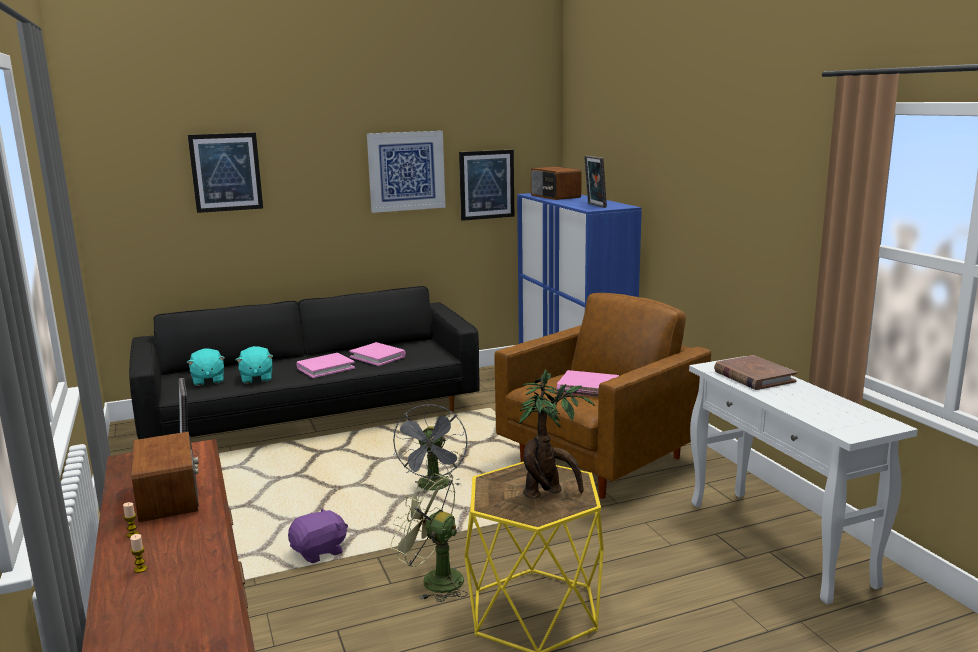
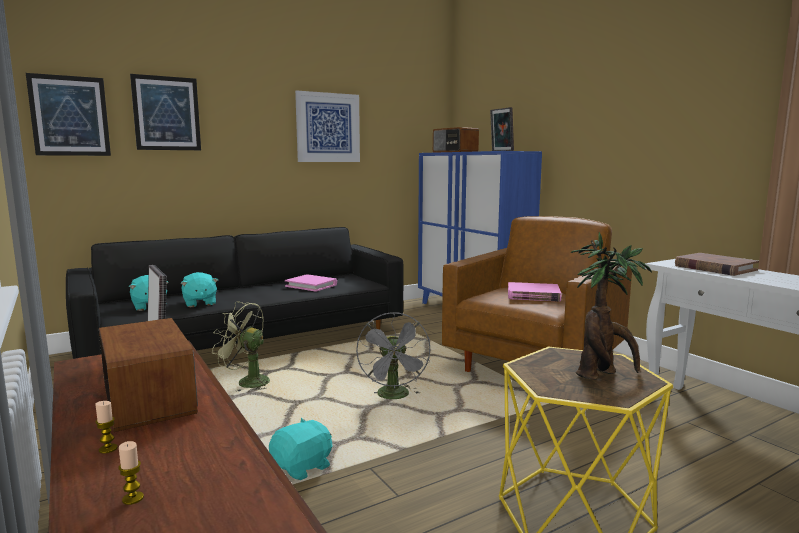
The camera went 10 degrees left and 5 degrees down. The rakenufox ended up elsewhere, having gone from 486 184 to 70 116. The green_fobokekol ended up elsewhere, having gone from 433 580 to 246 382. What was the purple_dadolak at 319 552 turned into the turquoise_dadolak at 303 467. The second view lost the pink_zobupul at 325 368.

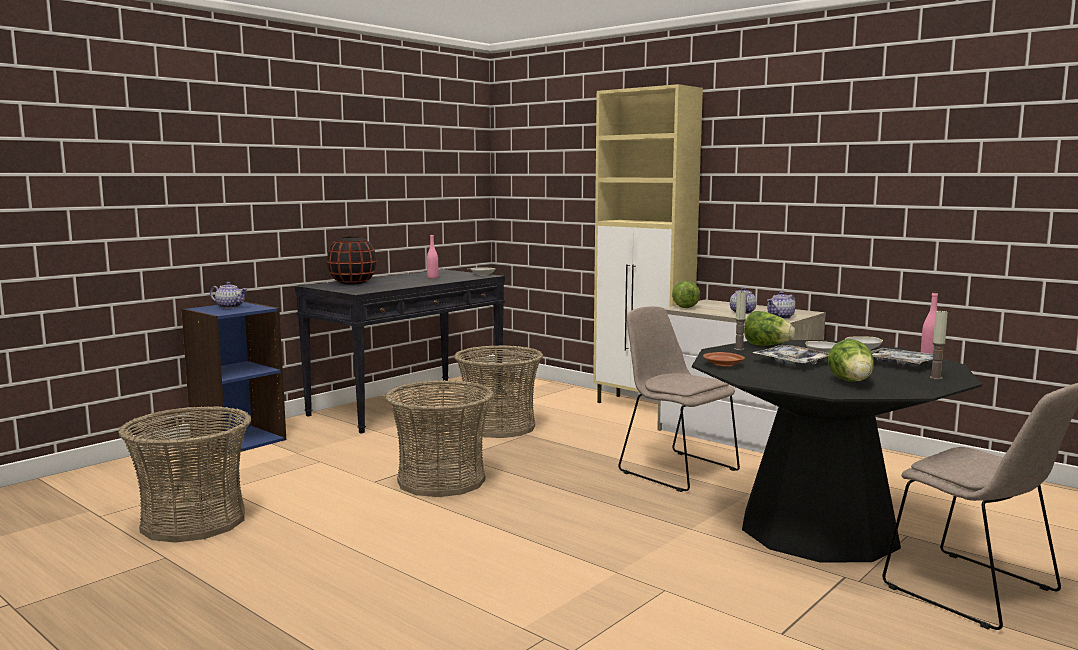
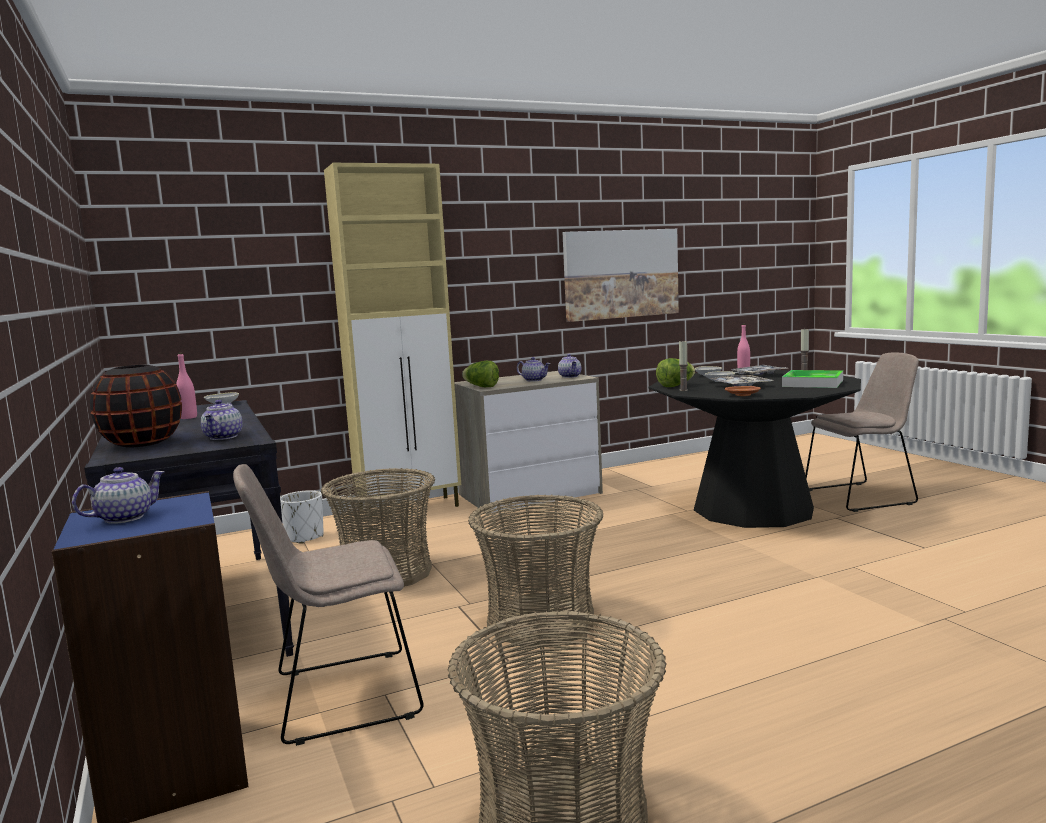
The camera went 65 degrees left and 0 degrees up. The second view gained the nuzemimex at 224 437. The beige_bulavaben ended up elsewhere, having gone from 675 470 to 340 697. The second view gained the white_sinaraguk at 305 537. The second view gained the rakenufox at 621 274. Where the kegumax stood at 852 382, the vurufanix came to stand at 812 383.

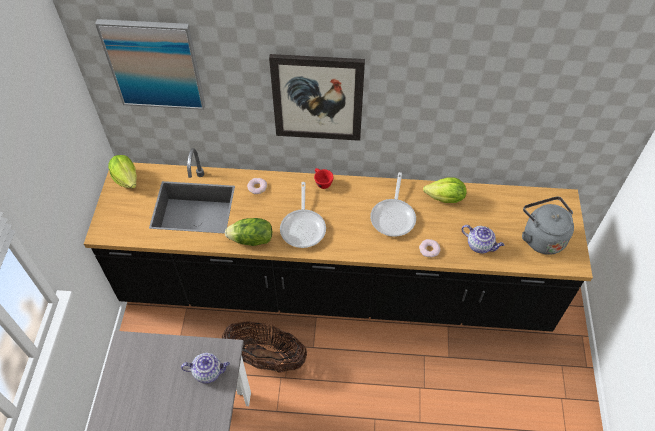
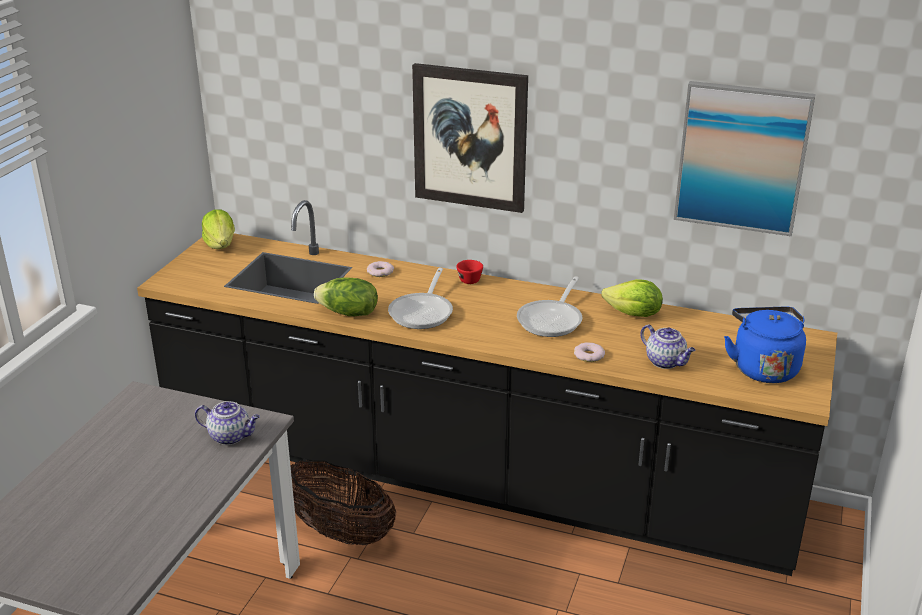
The camera went 15 degrees right and 25 degrees down. The rakenufox ended up elsewhere, having gone from 154 64 to 741 158. What was the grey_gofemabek at 541 237 turned into the blue_gofemabek at 763 367.

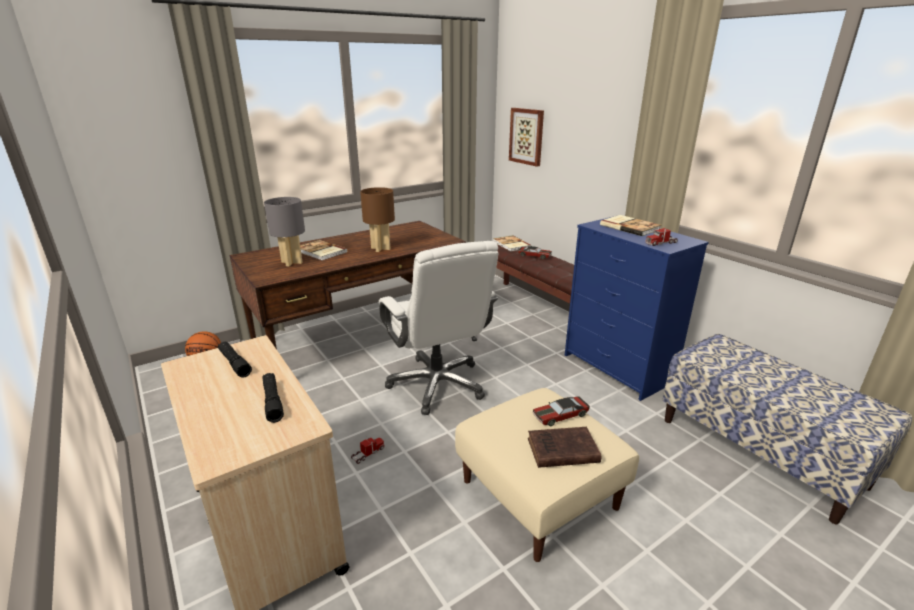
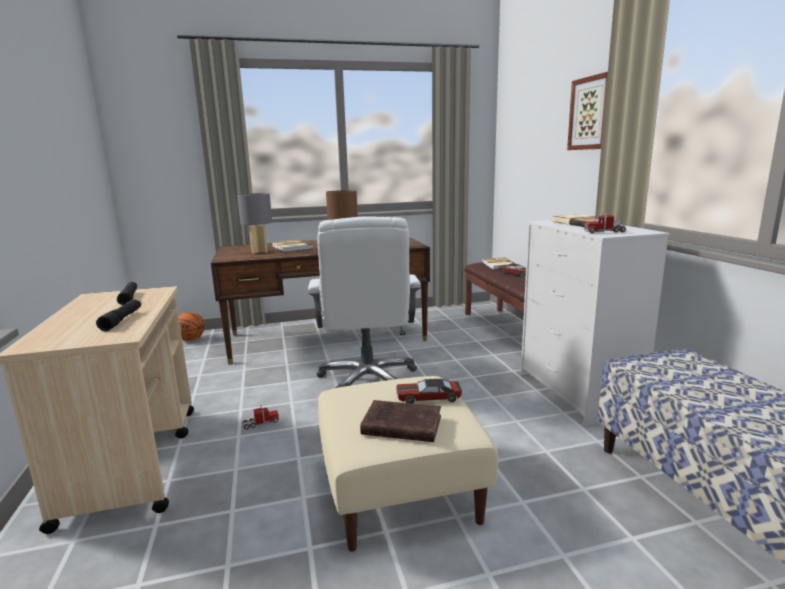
The camera went 20 degrees right and 10 degrees down. What was the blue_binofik at 618 368 turned into the white_binofik at 578 393. The rakenufox ended up elsewhere, having gone from 527 136 to 591 113.

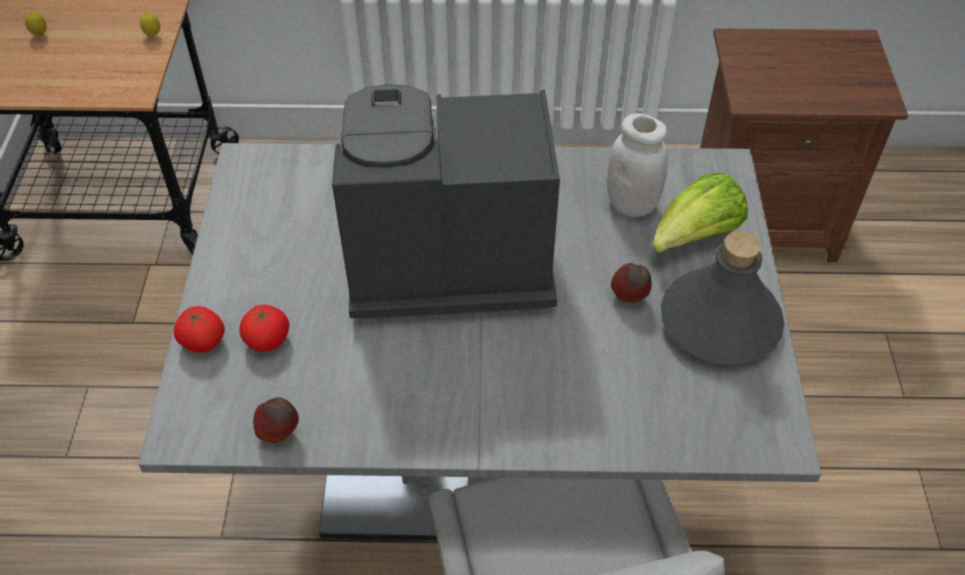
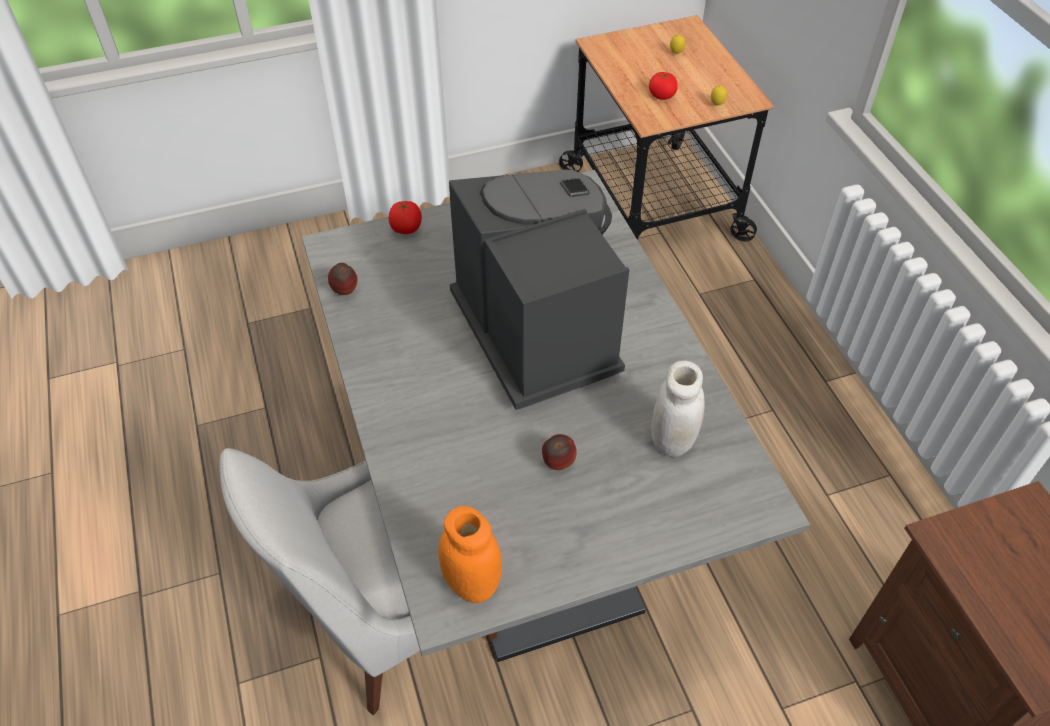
The camera went 70 degrees right and 0 degrees up. The second view gained the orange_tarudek at 472 583. The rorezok ended up elsewhere, having gone from 267 340 to 661 95. The second view lost the kegumax at 695 237. The second view lost the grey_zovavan at 720 323.

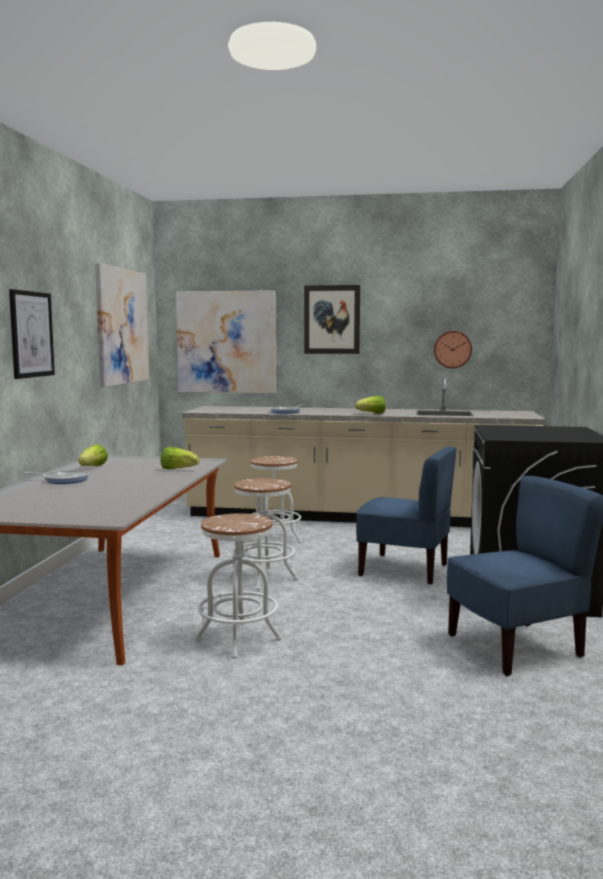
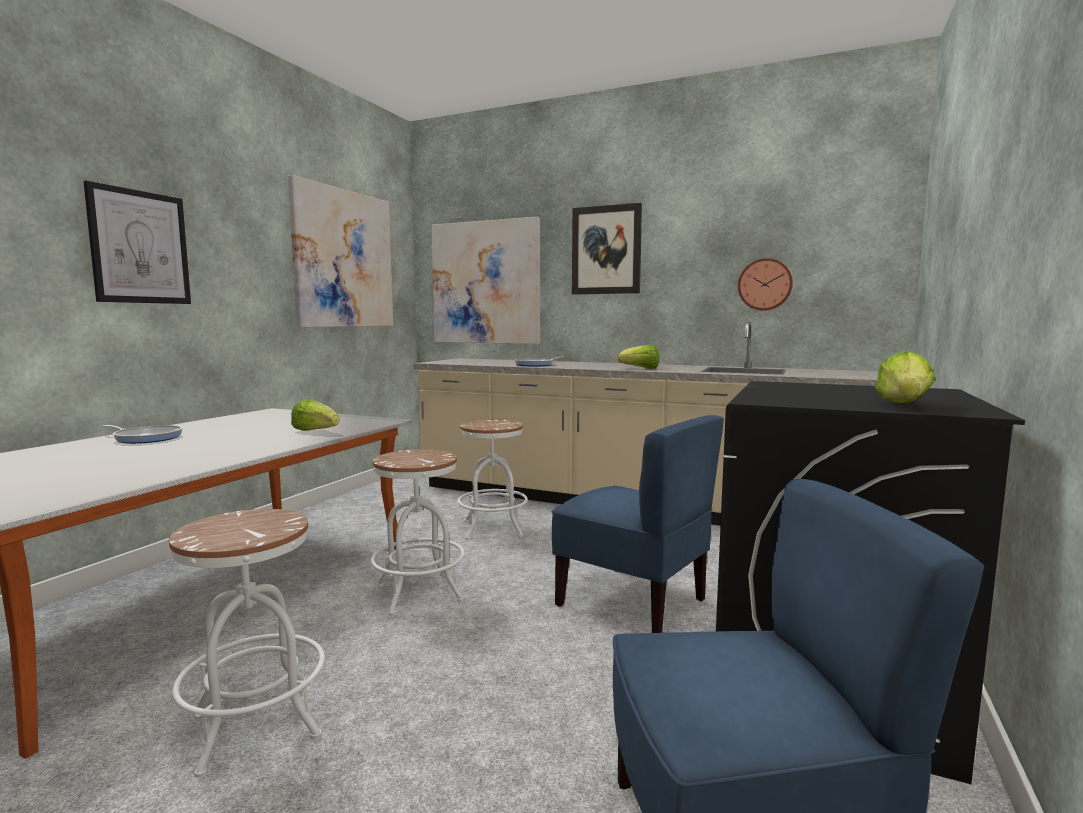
The camera went 15 degrees right and 0 degrees up. The kegumax ended up elsewhere, having gone from 93 467 to 903 405.

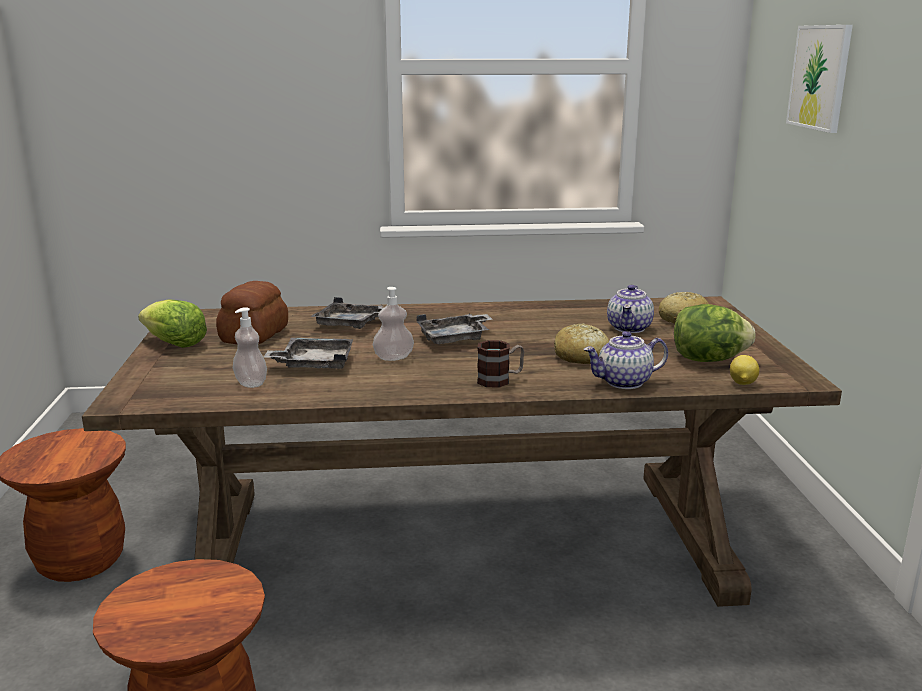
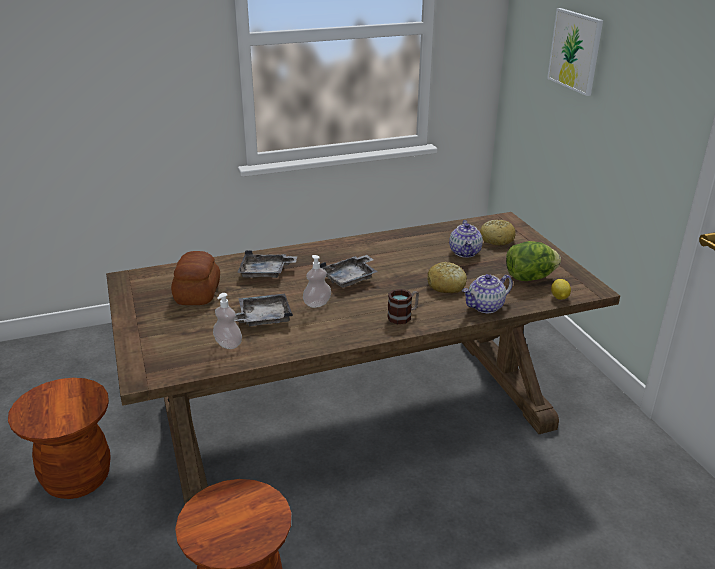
The camera went 15 degrees left and 10 degrees up. The second view lost the kegumax at 175 344.

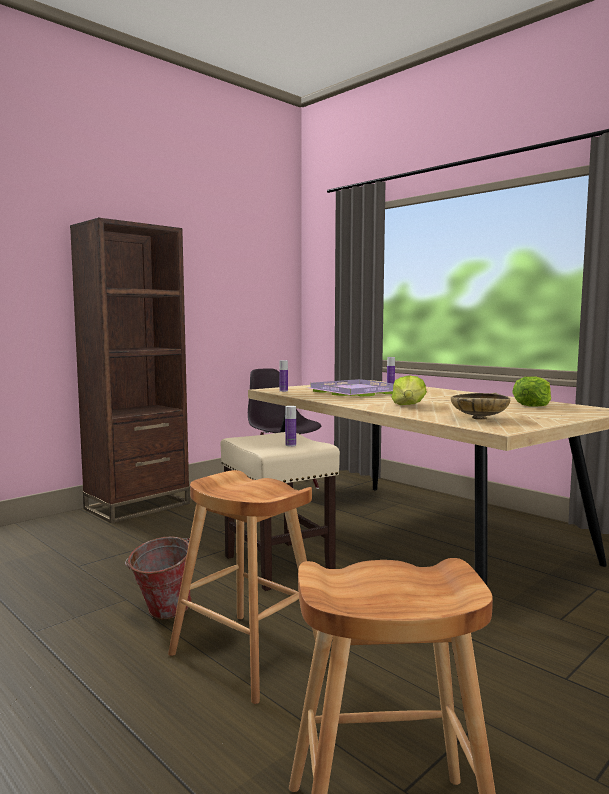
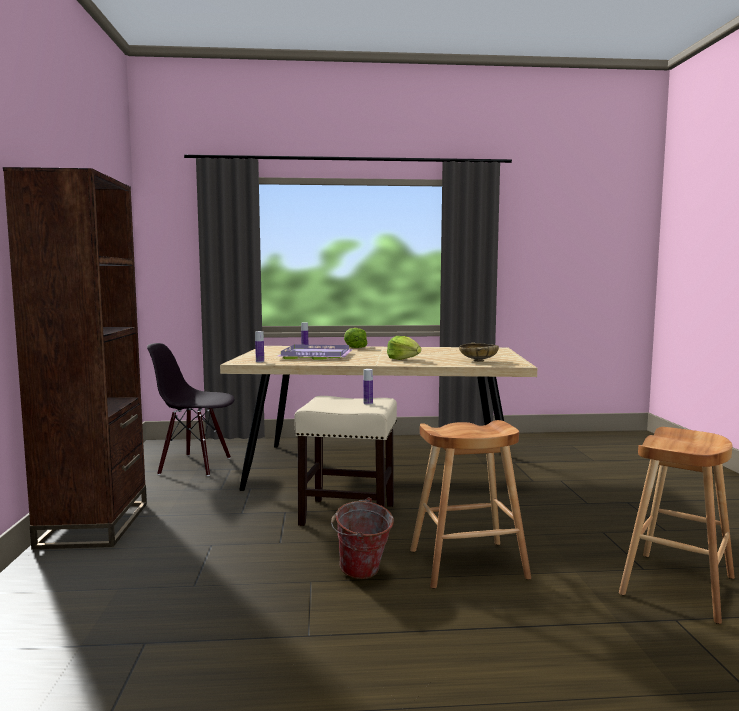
The camera went 50 degrees left and 0 degrees up. The kegumax ended up elsewhere, having gone from 532 405 to 354 347.

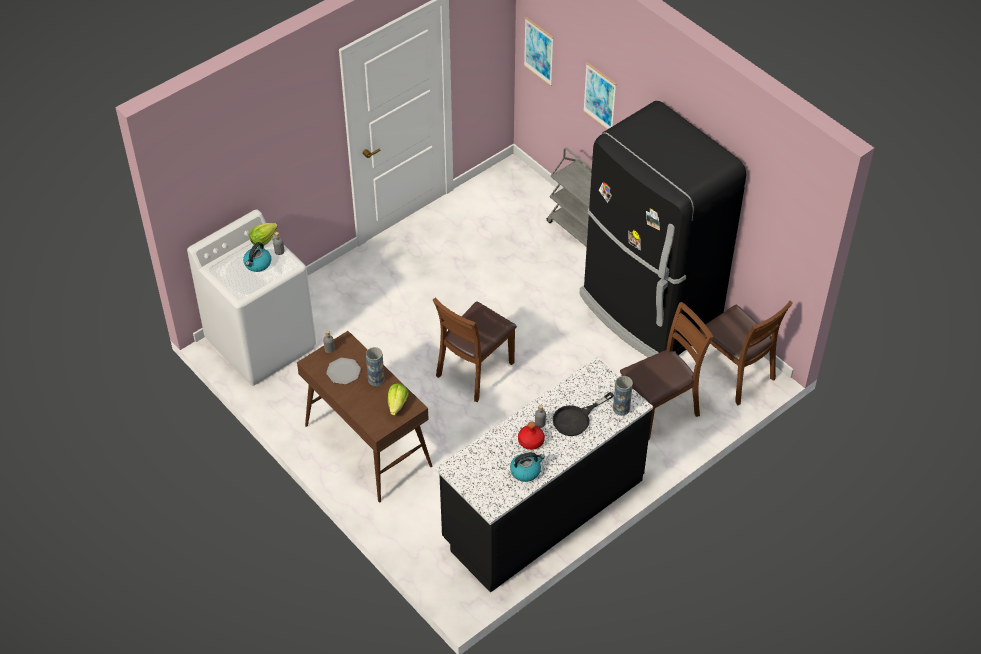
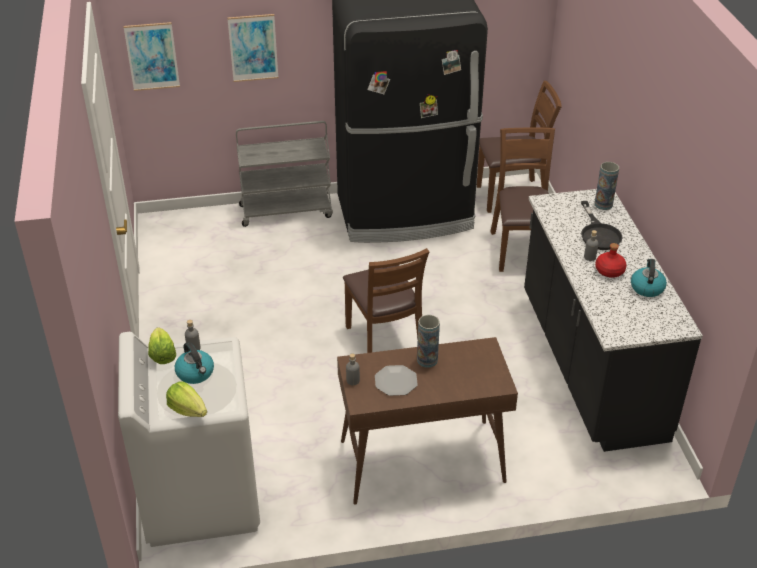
The camera went 60 degrees left and 10 degrees down. The kegumax ended up elsewhere, having gone from 397 404 to 187 410.

